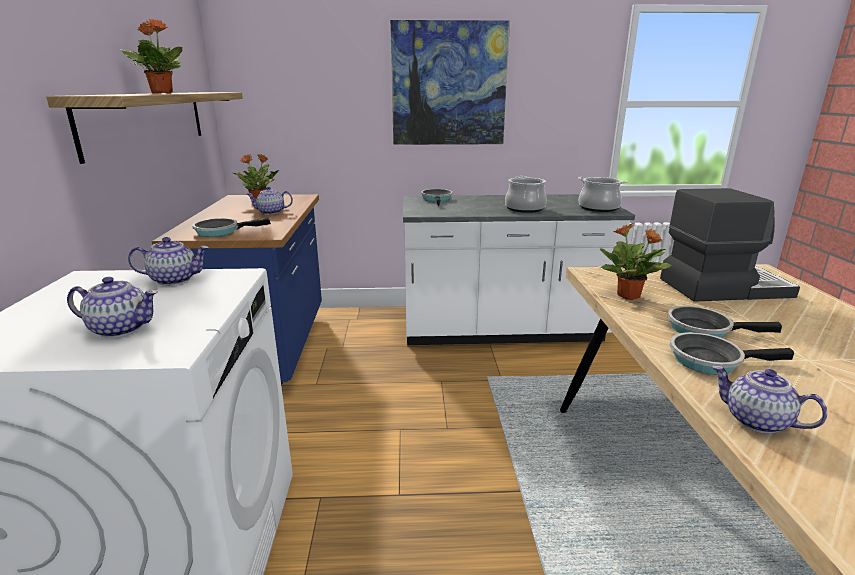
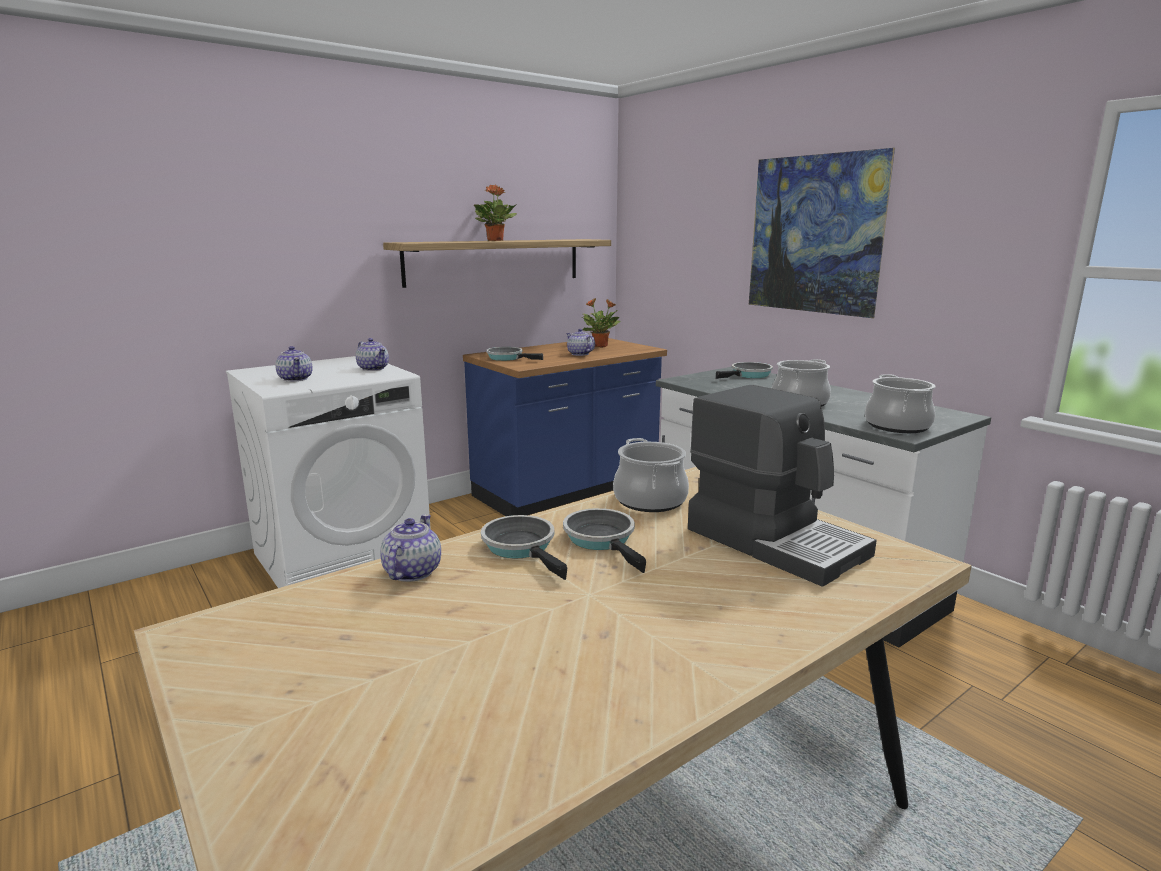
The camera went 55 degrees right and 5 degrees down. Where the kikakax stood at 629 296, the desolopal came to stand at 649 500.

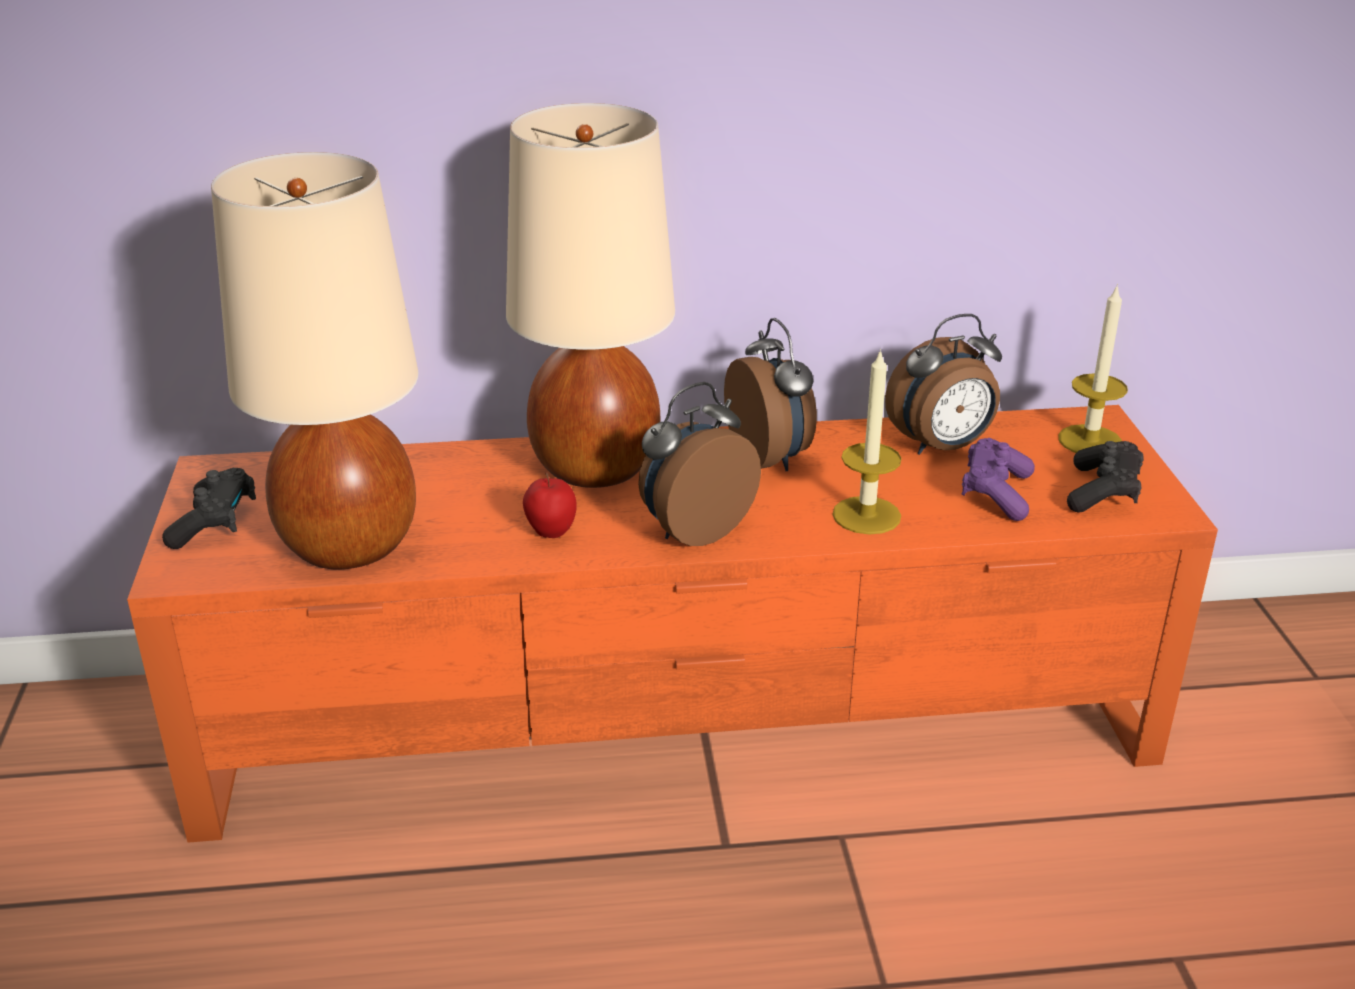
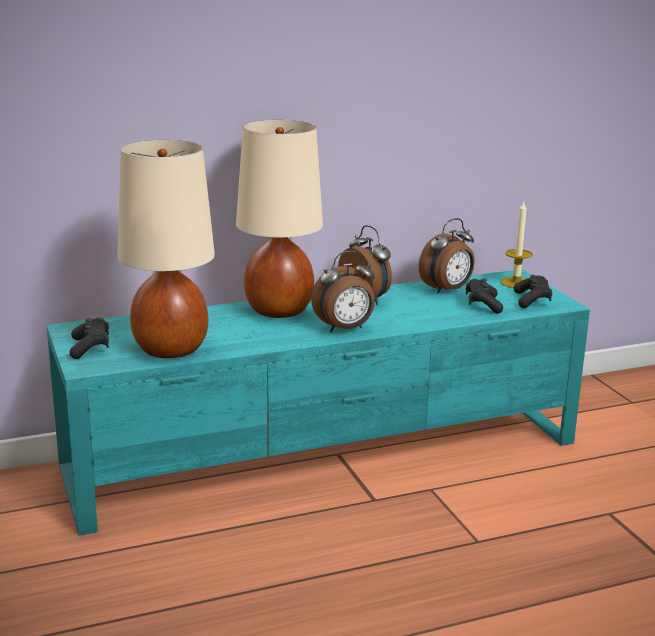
The camera went 15 degrees left and 10 degrees down. What was the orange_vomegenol at 682 722 turned into the turquoise_vomegenol at 327 454. The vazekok at 694 529 ended up facing another way, 150 degrees counterclockwise from before. What was the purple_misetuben at 996 494 turned into the black_misetuben at 483 305. The second view lost the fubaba at 551 534. The second view lost the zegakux at 866 515.

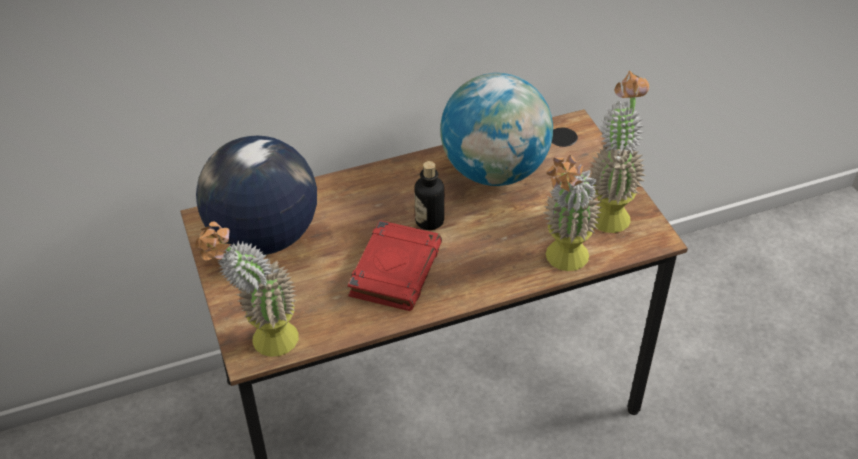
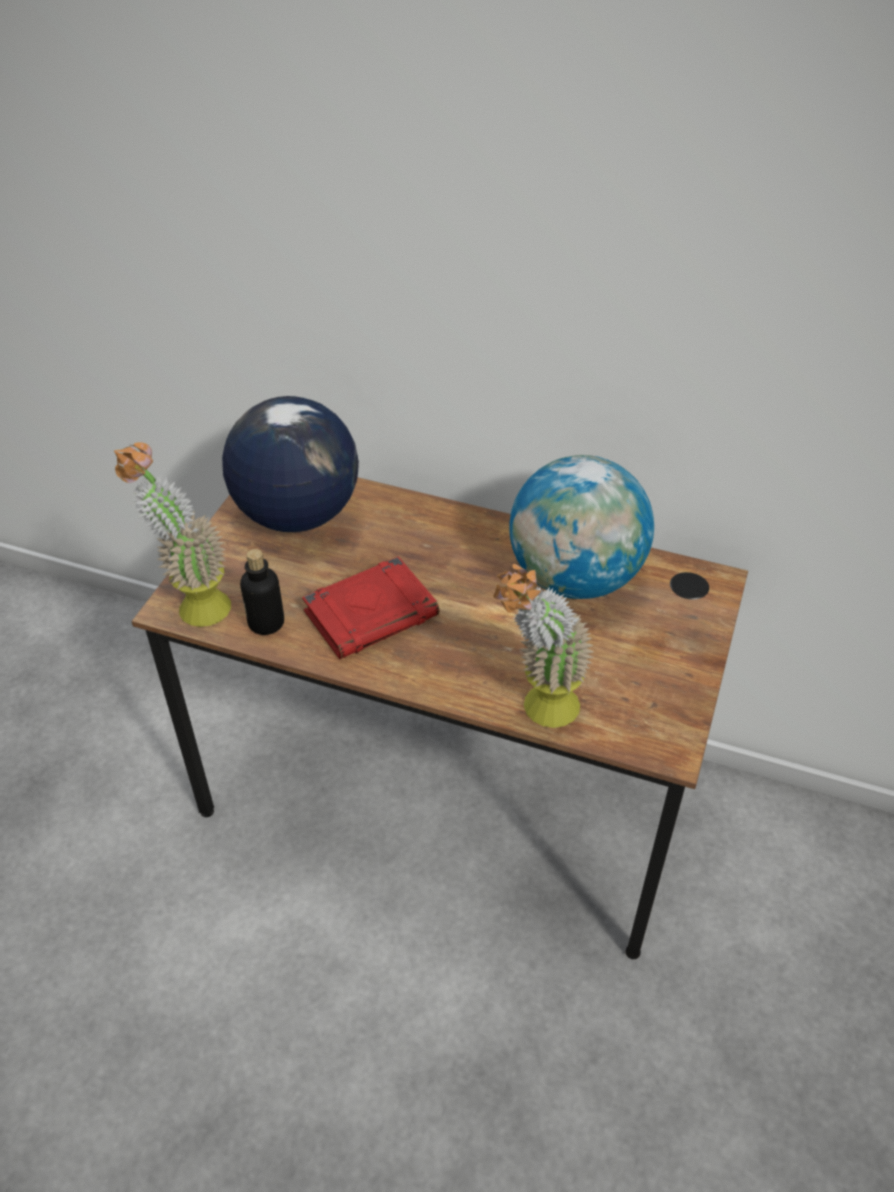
The camera went 40 degrees right and 0 degrees up. The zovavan ended up elsewhere, having gone from 429 221 to 266 623. The second view lost the kikakax at 610 210.

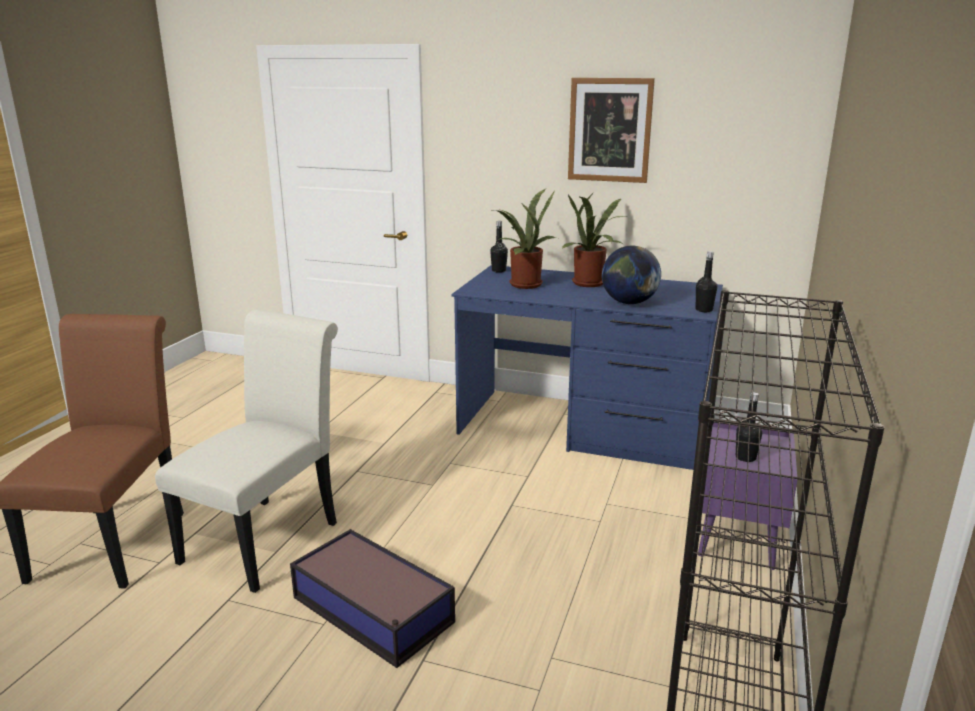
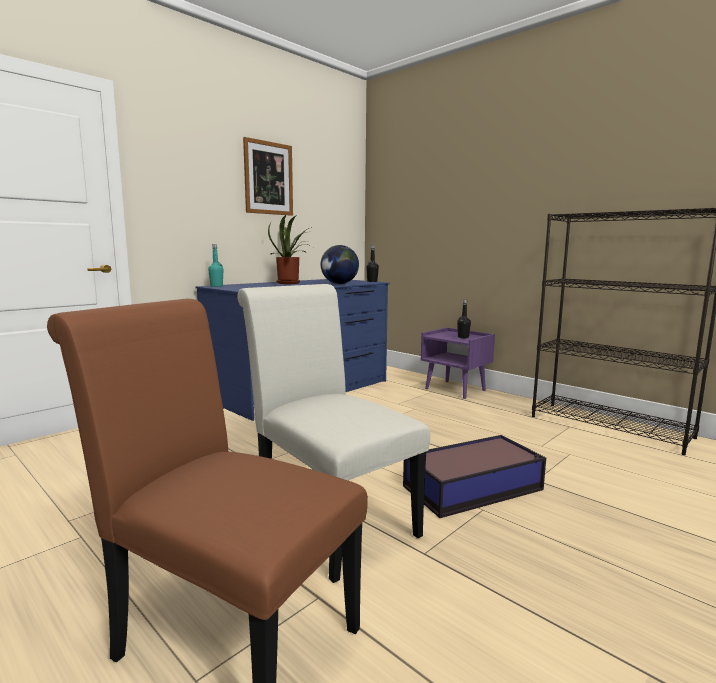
The camera went 65 degrees left and 10 degrees down. What was the black_zovavan at 498 271 turned into the turquoise_zovavan at 216 286. The second view lost the kikakax at 523 284.

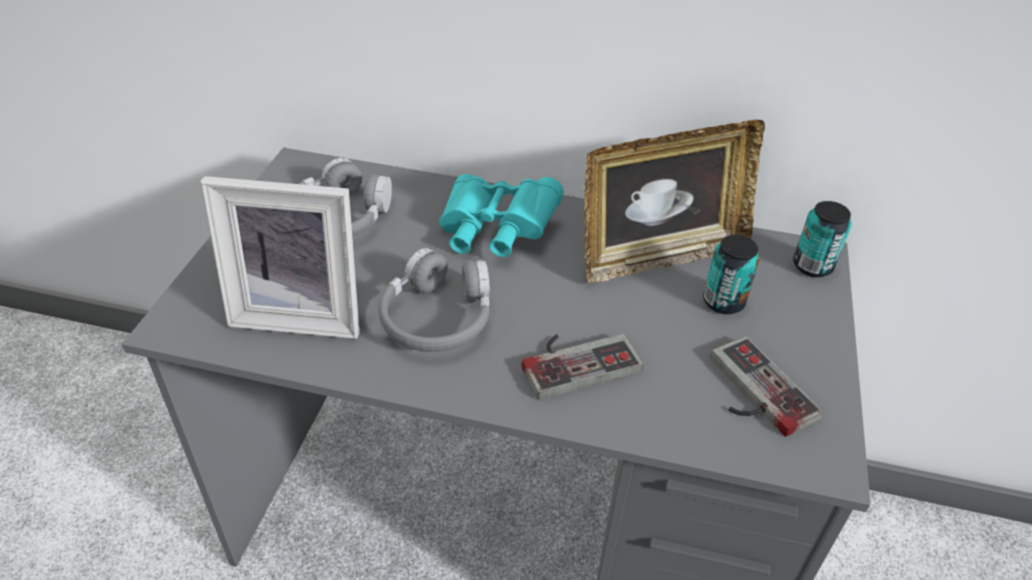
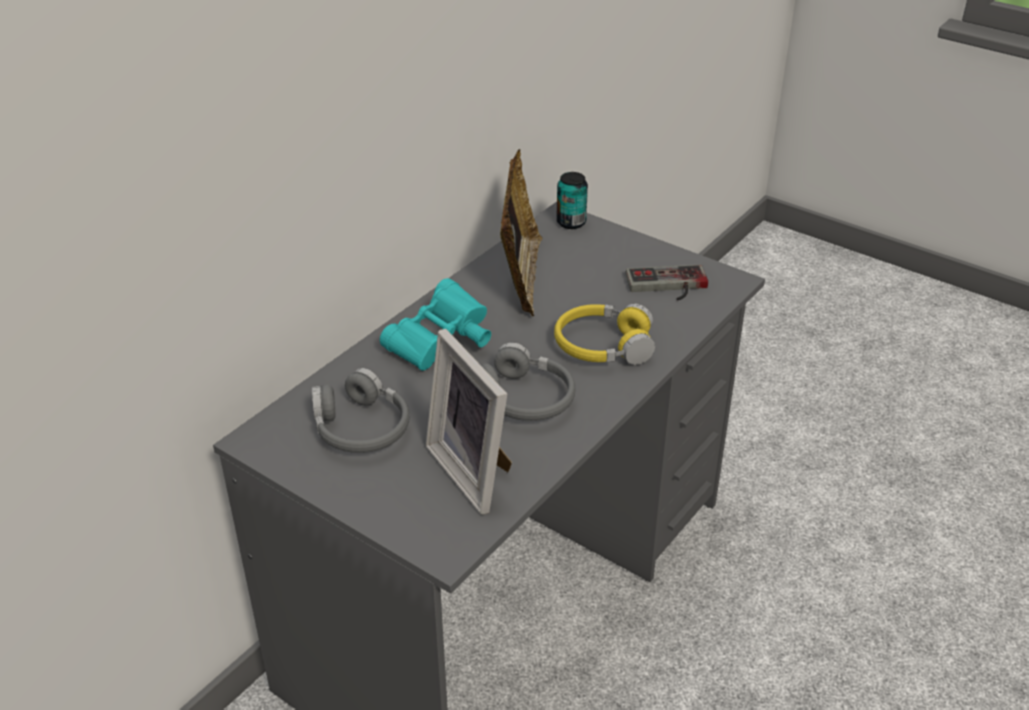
The camera went 65 degrees left and 5 degrees down. The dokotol at 300 313 ended up facing another way, 120 degrees clockwise from before. Where the misetuben stood at 576 359, the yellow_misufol came to stand at 603 346. The second view lost the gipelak at 723 302.

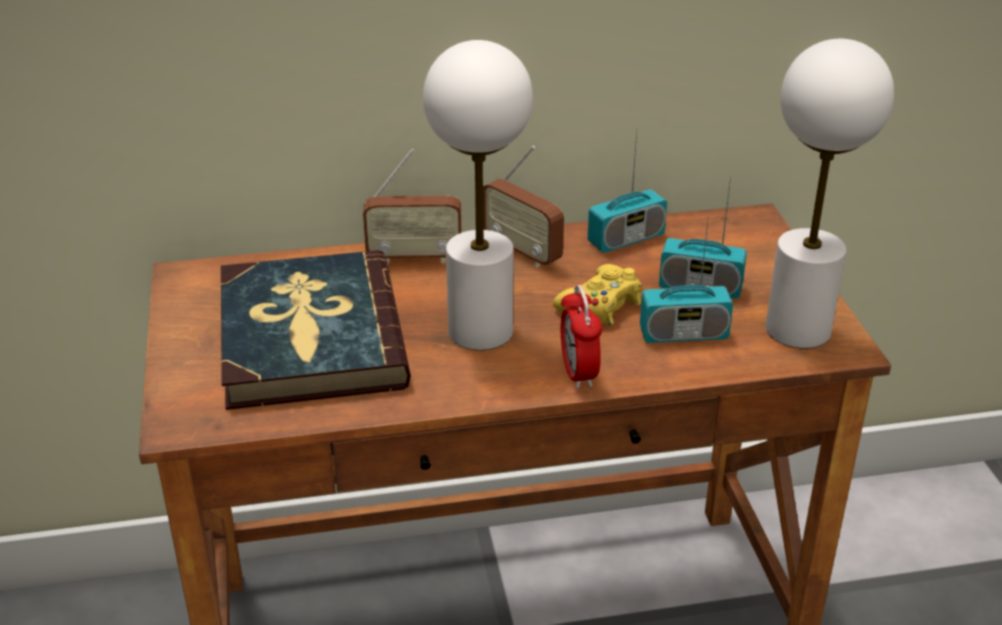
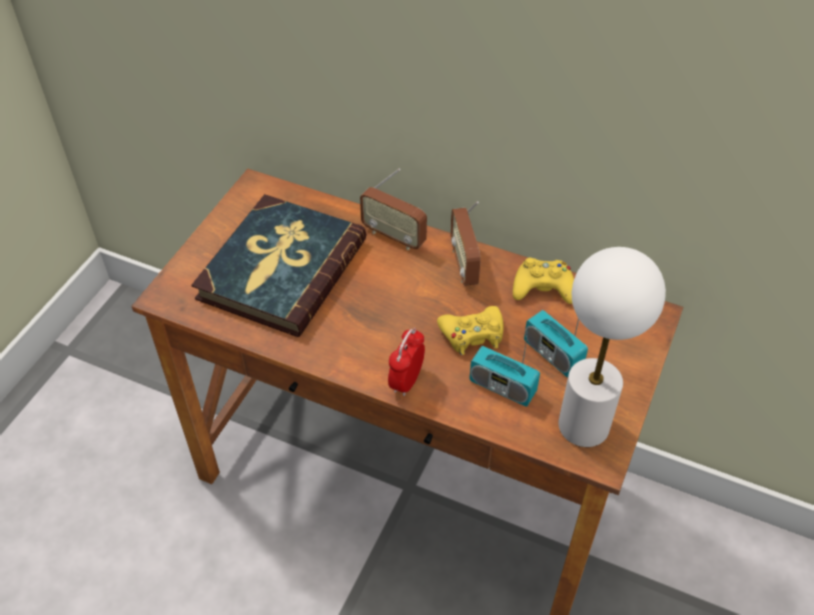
The camera went 35 degrees right and 15 degrees up. Where the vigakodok stood at 626 239, the yellow_misetuben came to stand at 543 288. The second view lost the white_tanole at 481 331.

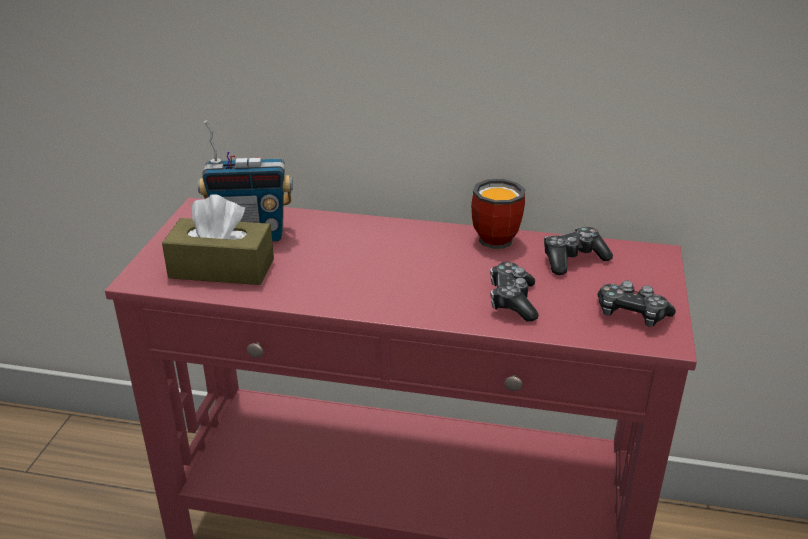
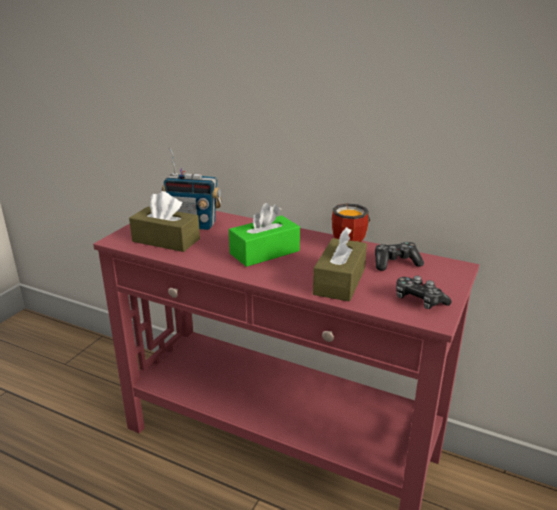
The camera went 15 degrees right and 5 degrees down. The second view gained the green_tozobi at 264 252. Where the misetuben stood at 512 300, the brown_tozobi came to stand at 339 281.

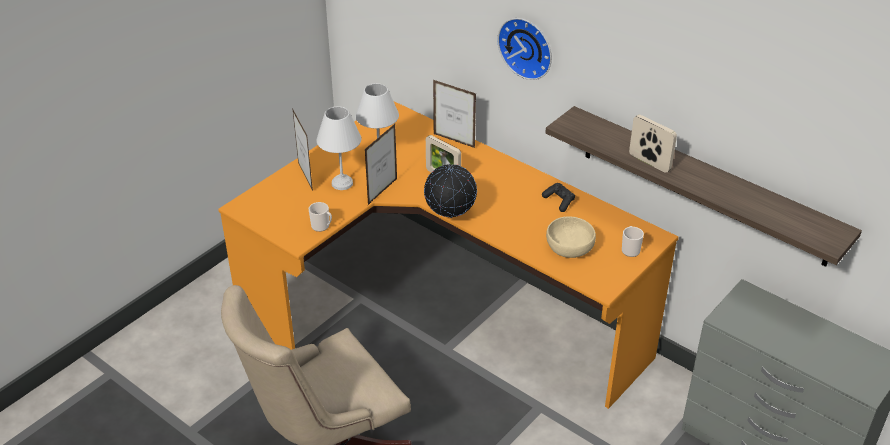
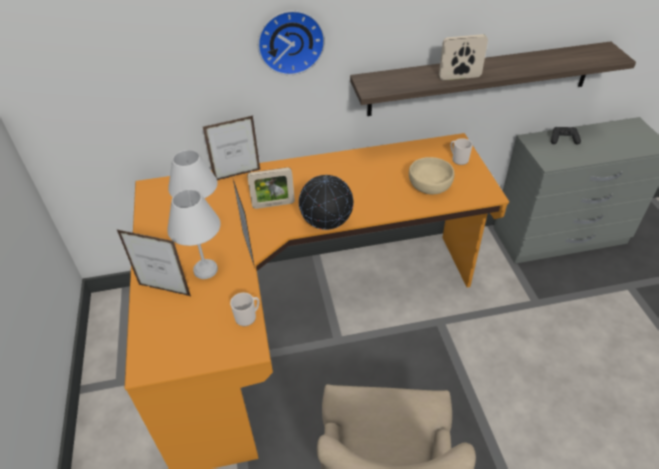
The camera went 50 degrees left and 5 degrees up. The black_misetuben ended up elsewhere, having gone from 559 201 to 563 140.

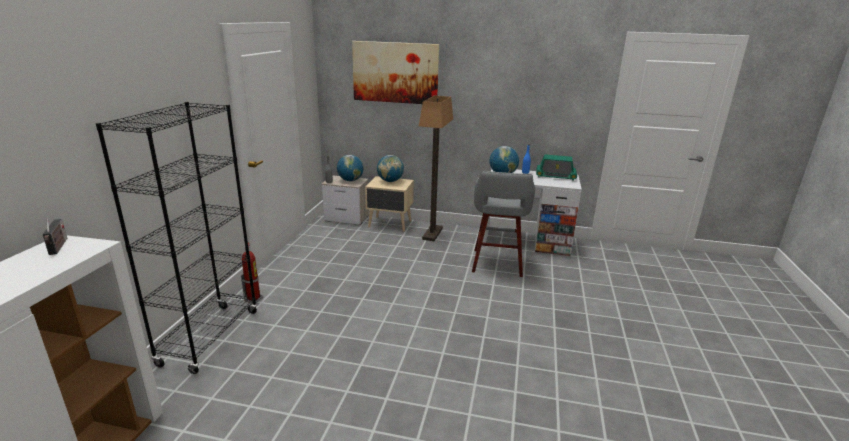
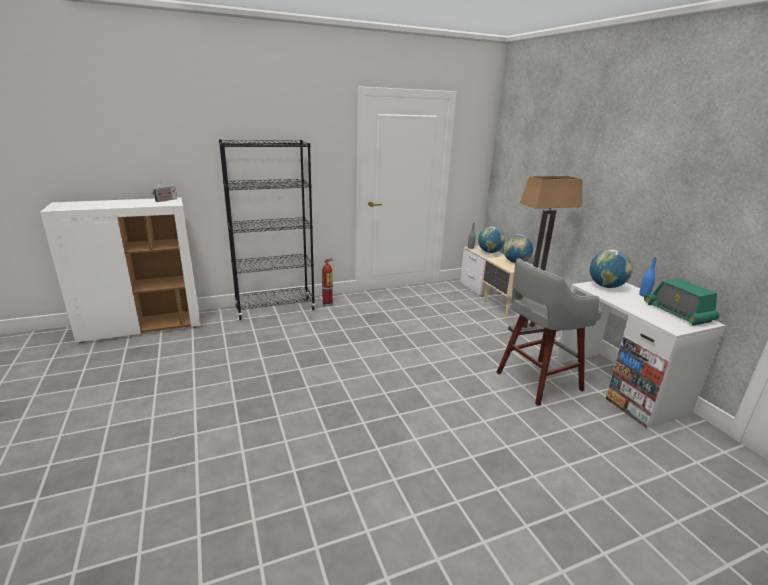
The camera went 55 degrees right and 0 degrees up. The second view lost the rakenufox at 395 72.

